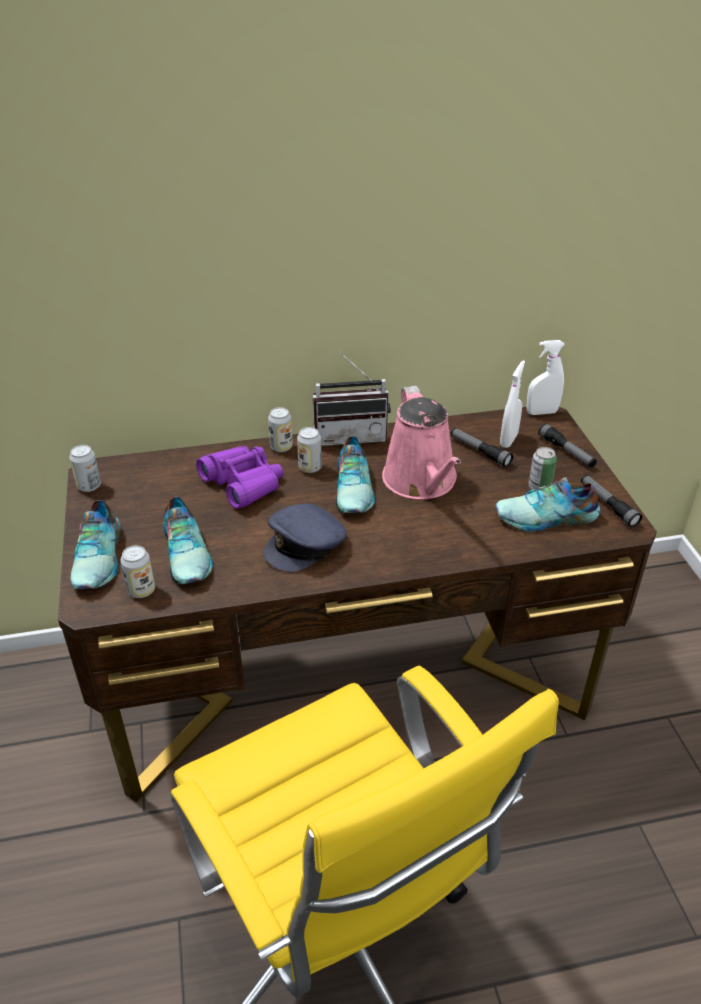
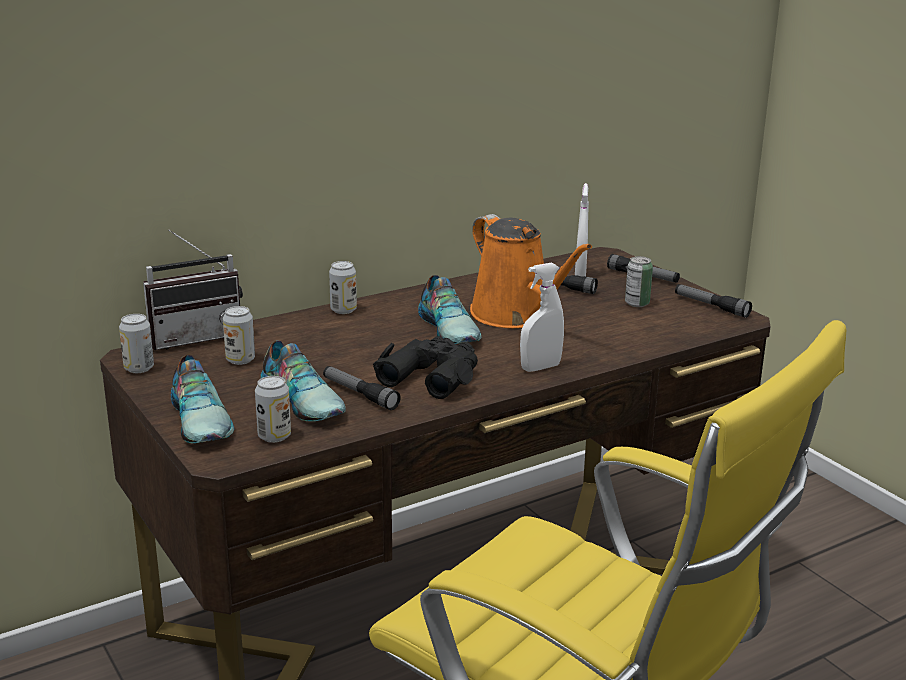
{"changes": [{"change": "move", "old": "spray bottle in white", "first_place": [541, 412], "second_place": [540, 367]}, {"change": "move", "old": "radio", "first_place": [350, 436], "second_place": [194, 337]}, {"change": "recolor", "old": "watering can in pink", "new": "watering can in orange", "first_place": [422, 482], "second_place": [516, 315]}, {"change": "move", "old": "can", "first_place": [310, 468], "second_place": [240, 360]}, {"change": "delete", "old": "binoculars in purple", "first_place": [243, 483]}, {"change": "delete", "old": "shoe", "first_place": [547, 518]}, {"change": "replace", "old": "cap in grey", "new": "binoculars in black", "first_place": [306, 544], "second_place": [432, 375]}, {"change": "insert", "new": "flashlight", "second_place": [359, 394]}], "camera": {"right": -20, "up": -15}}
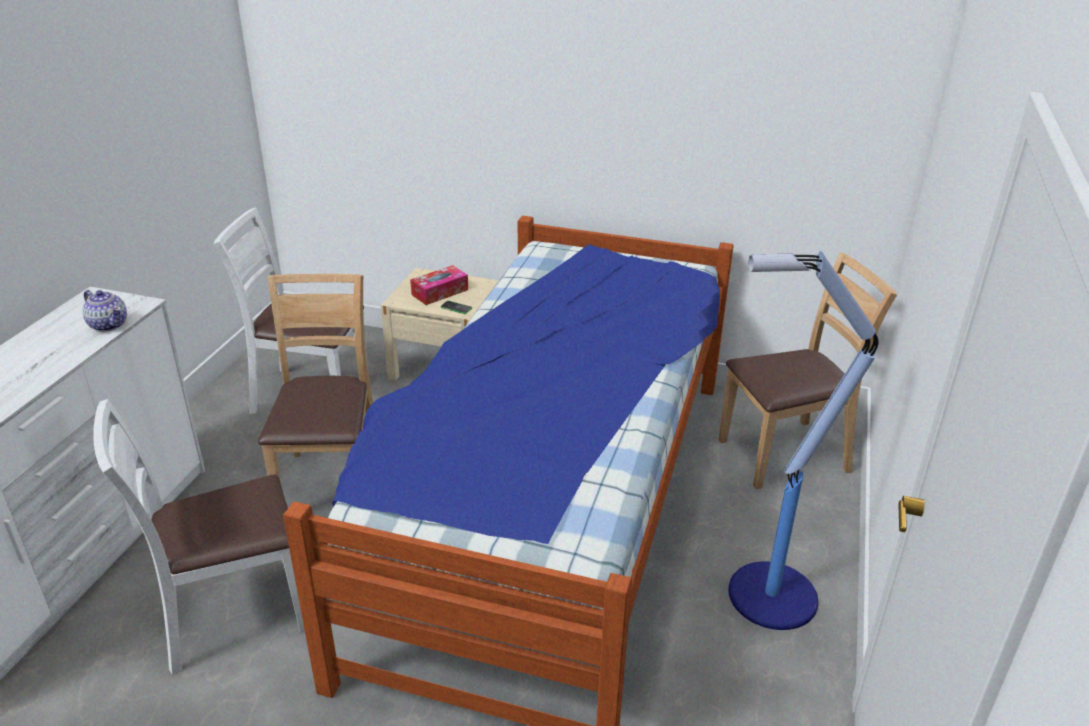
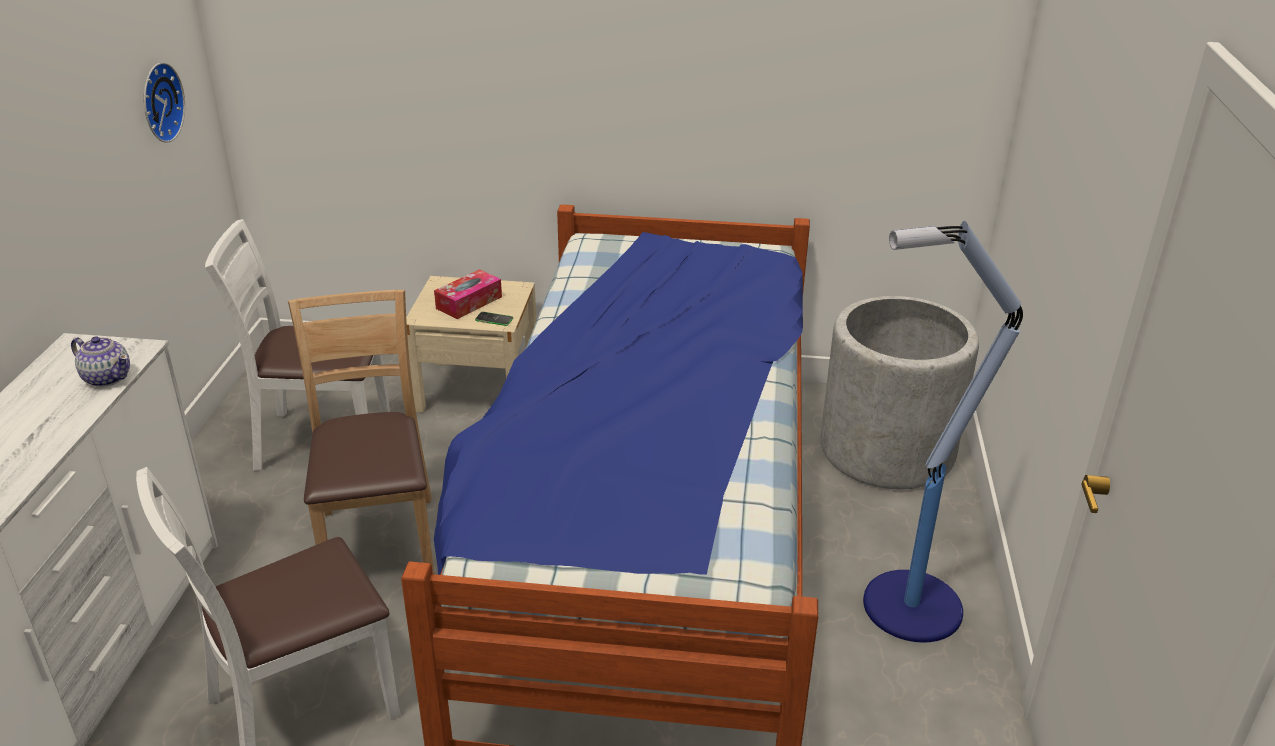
{"changes": [{"change": "replace", "old": "chair in brown", "new": "planter in grey", "first_place": [784, 454], "second_place": [887, 450]}, {"change": "insert", "new": "wall clock", "second_place": [158, 102]}], "camera": {"right": -10, "up": 0}}
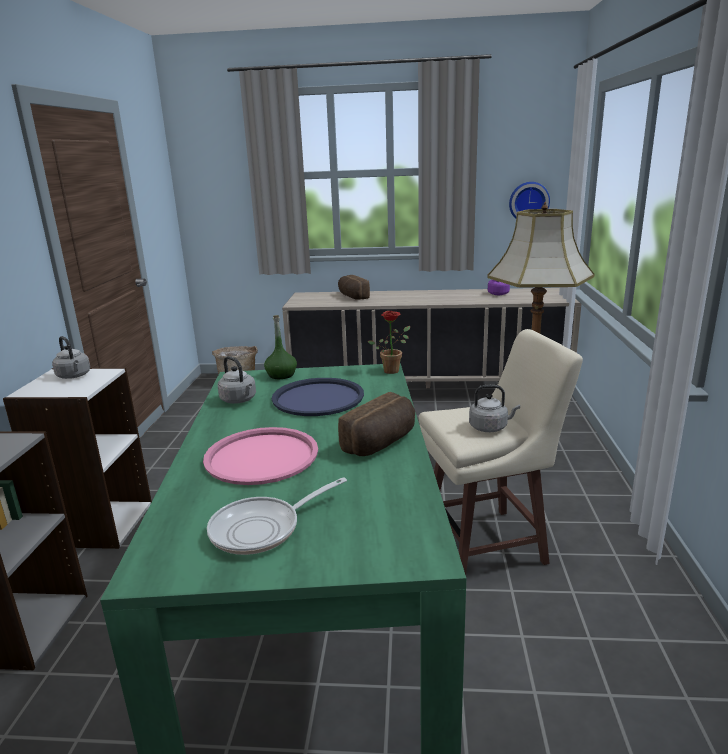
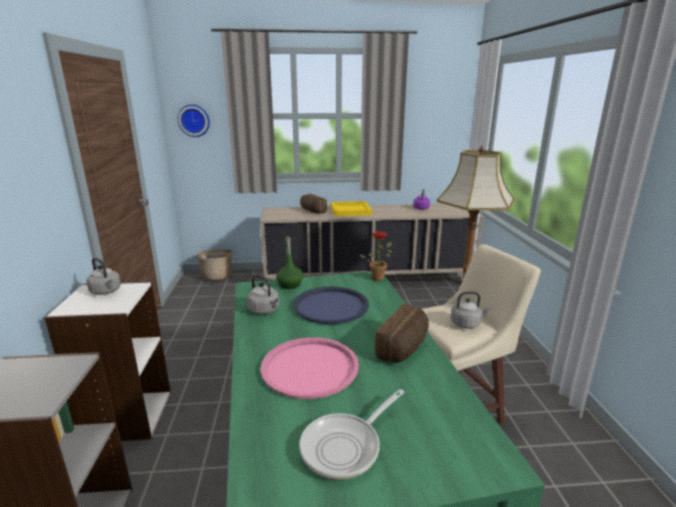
{"changes": [{"change": "move", "old": "wall clock", "first_place": [528, 202], "second_place": [194, 120]}, {"change": "insert", "new": "tray in yellow", "second_place": [351, 210]}], "camera": {"right": -10, "up": 0}}
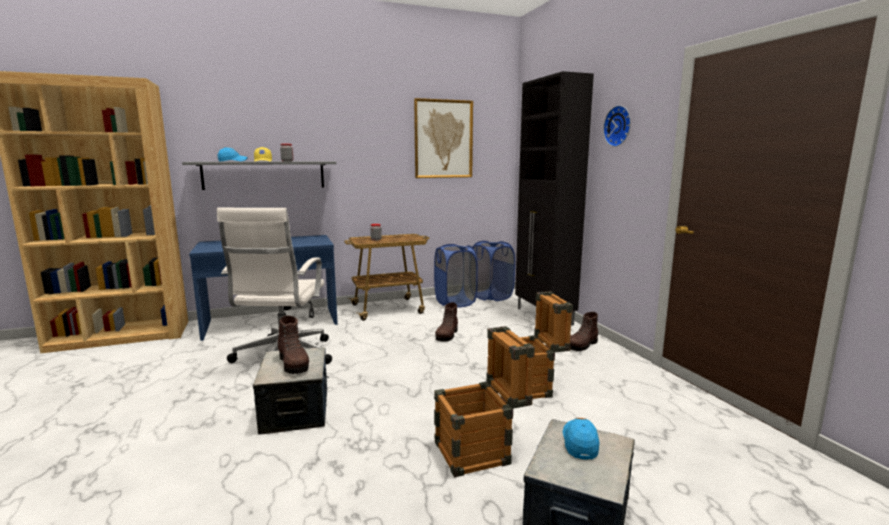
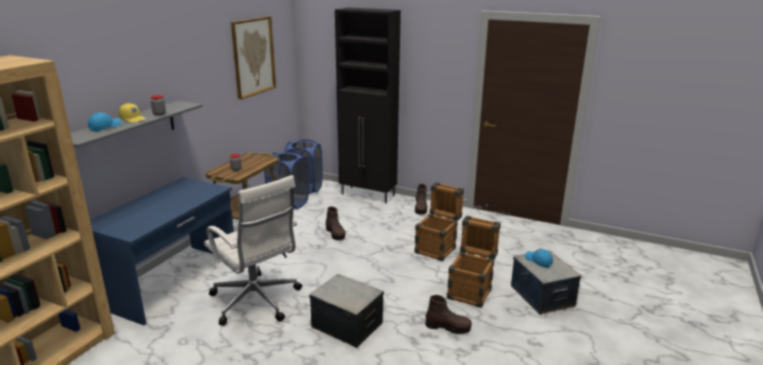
{"changes": [{"change": "delete", "old": "wall clock", "first_place": [619, 126]}, {"change": "move", "old": "boot in brown", "first_place": [293, 364], "second_place": [448, 327]}], "camera": {"right": -45, "up": 10}}
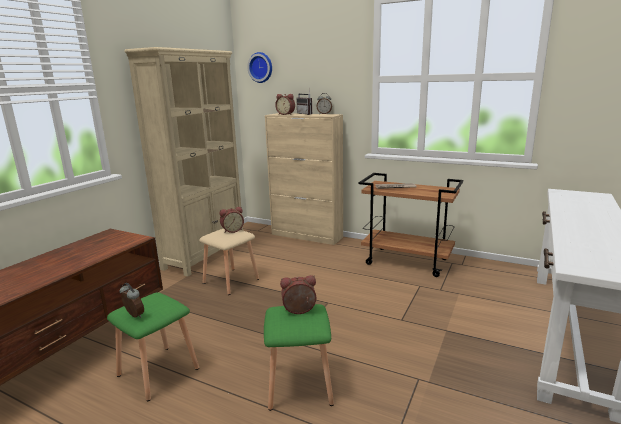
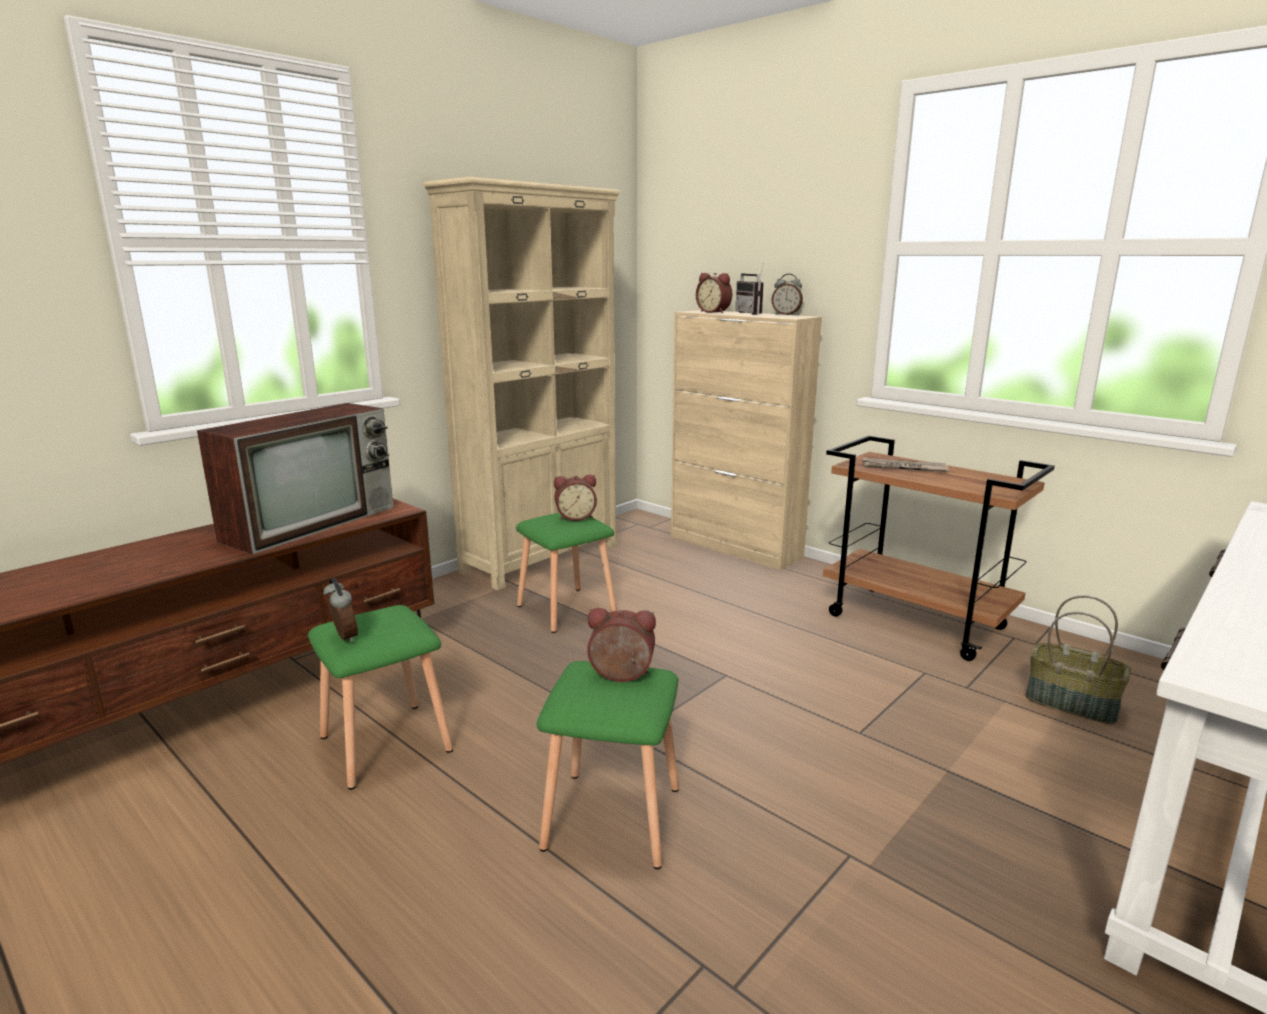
{"changes": [{"change": "delete", "old": "wall clock", "first_place": [261, 67]}, {"change": "recolor", "old": "stool in beige", "new": "stool in green", "first_place": [231, 280], "second_place": [567, 608]}, {"change": "insert", "new": "television", "second_place": [313, 522]}, {"change": "insert", "new": "basket", "second_place": [1072, 703]}], "camera": {"right": 15, "up": 0}}
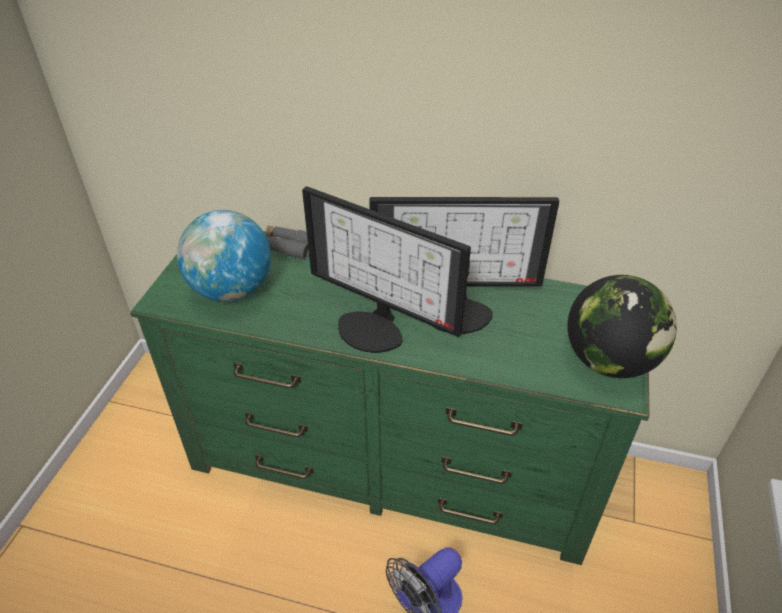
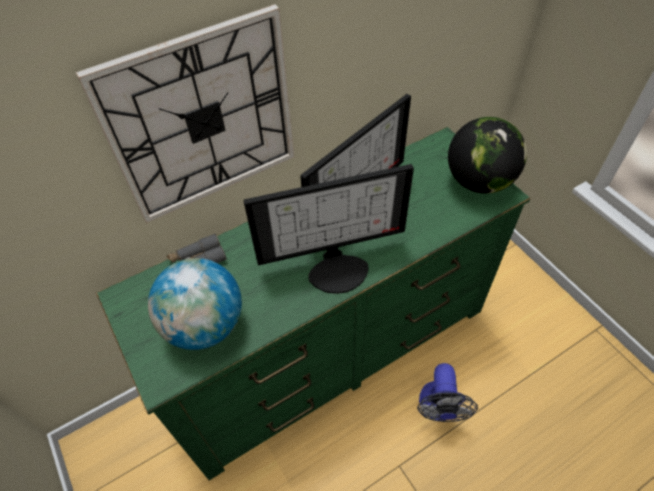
{"changes": [{"change": "insert", "new": "wall clock", "second_place": [203, 120]}], "camera": {"right": -45, "up": 10}}
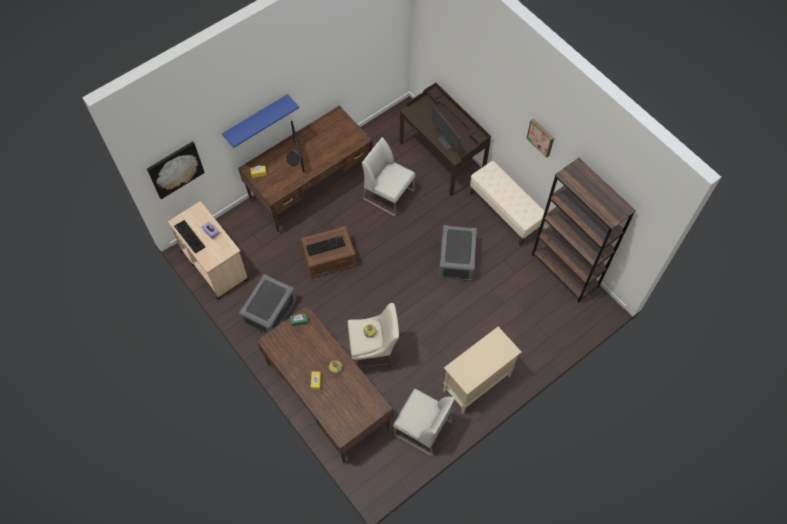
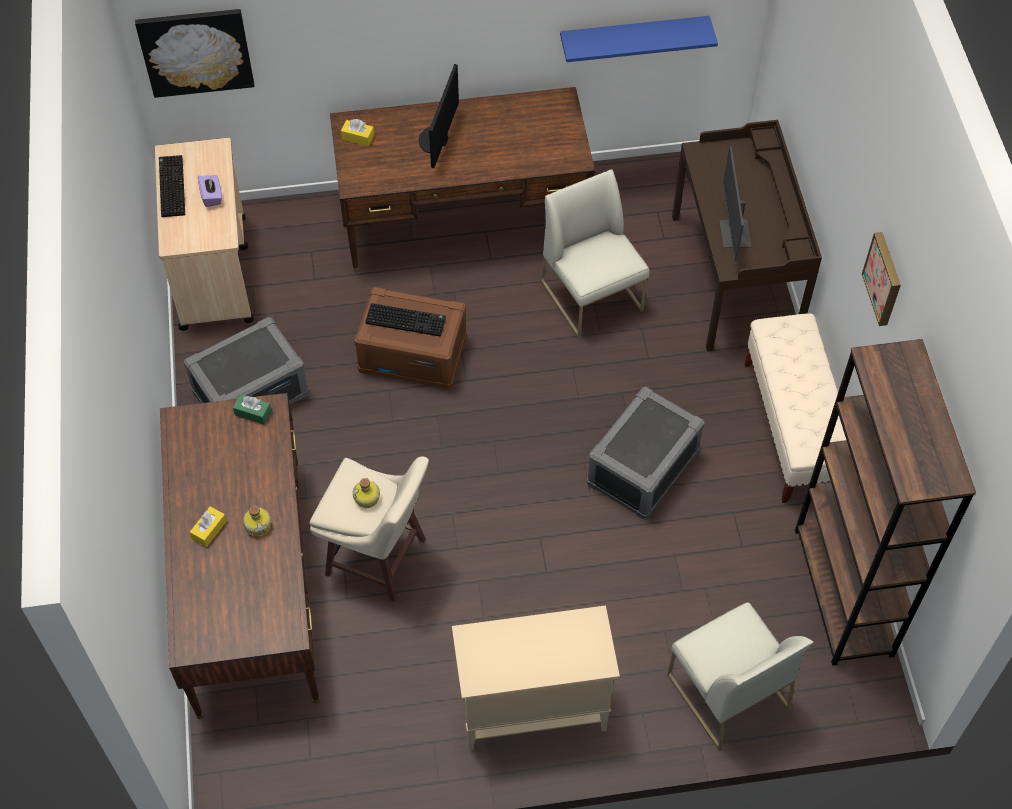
{"changes": [{"change": "move", "old": "shelf in blue", "first_place": [256, 119], "second_place": [633, 37]}, {"change": "move", "old": "chair in white", "first_place": [422, 428], "second_place": [727, 691]}], "camera": {"right": 30, "up": -5}}
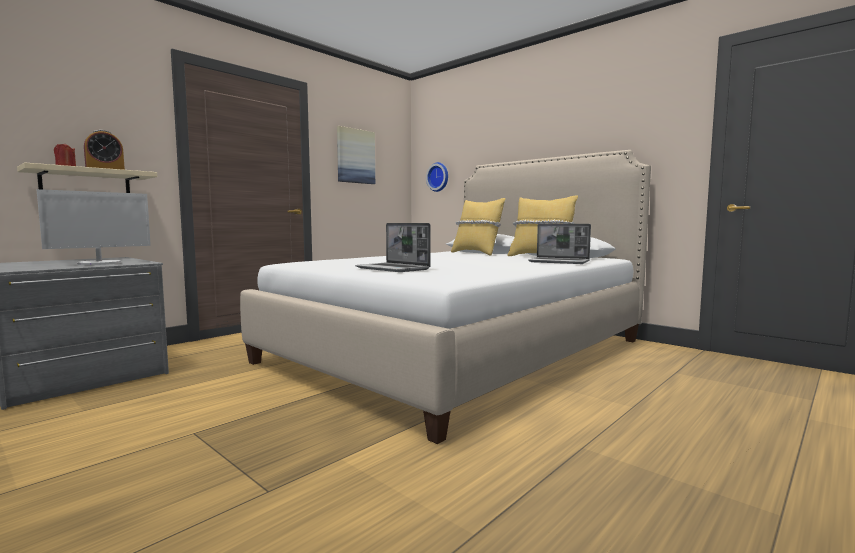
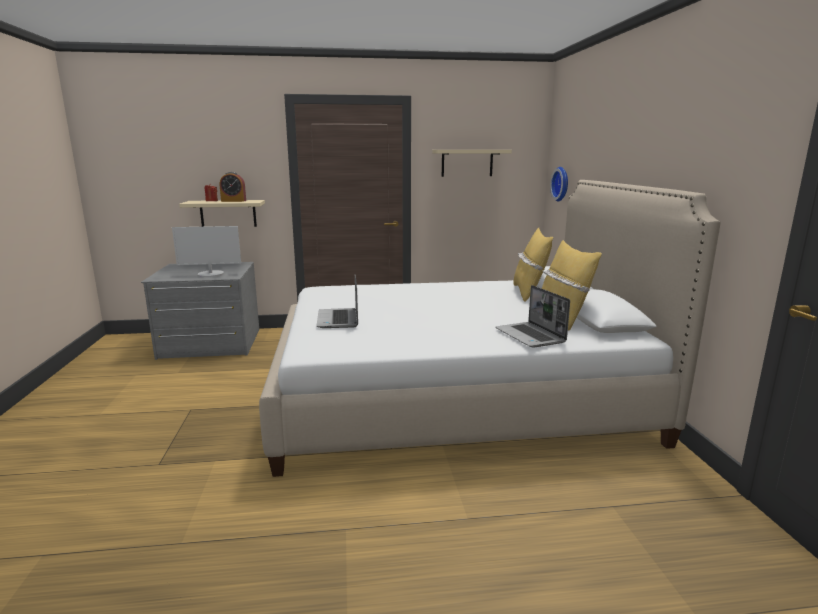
{"changes": [{"change": "replace", "old": "picture", "new": "shelf in beige", "first_place": [355, 156], "second_place": [467, 163]}], "camera": {"right": 40, "up": 10}}
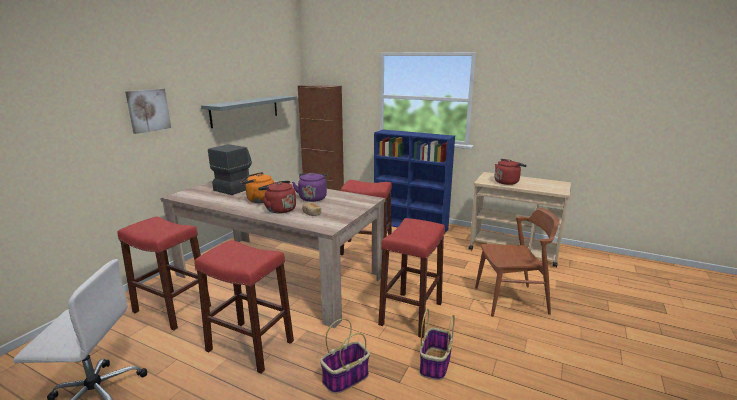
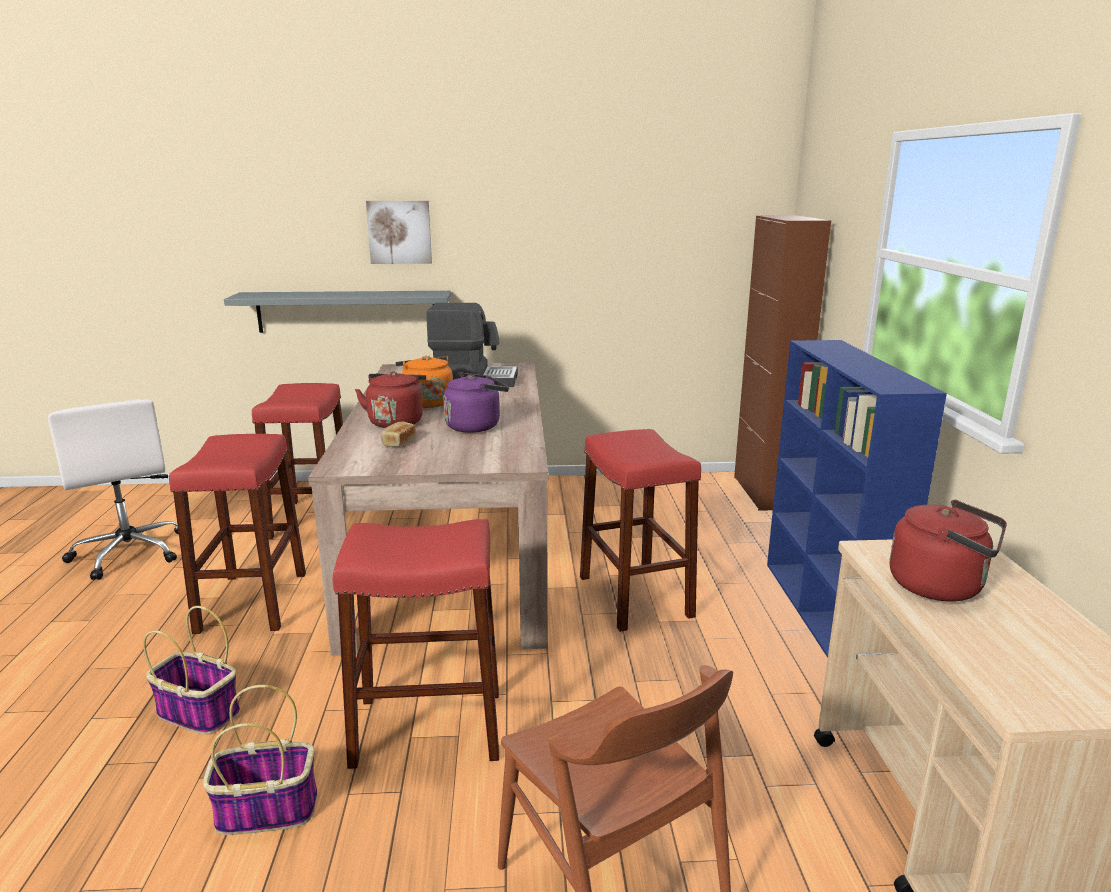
{"changes": [{"change": "move", "old": "shelf in grey", "first_place": [245, 110], "second_place": [347, 311]}], "camera": {"right": 60, "up": 0}}
